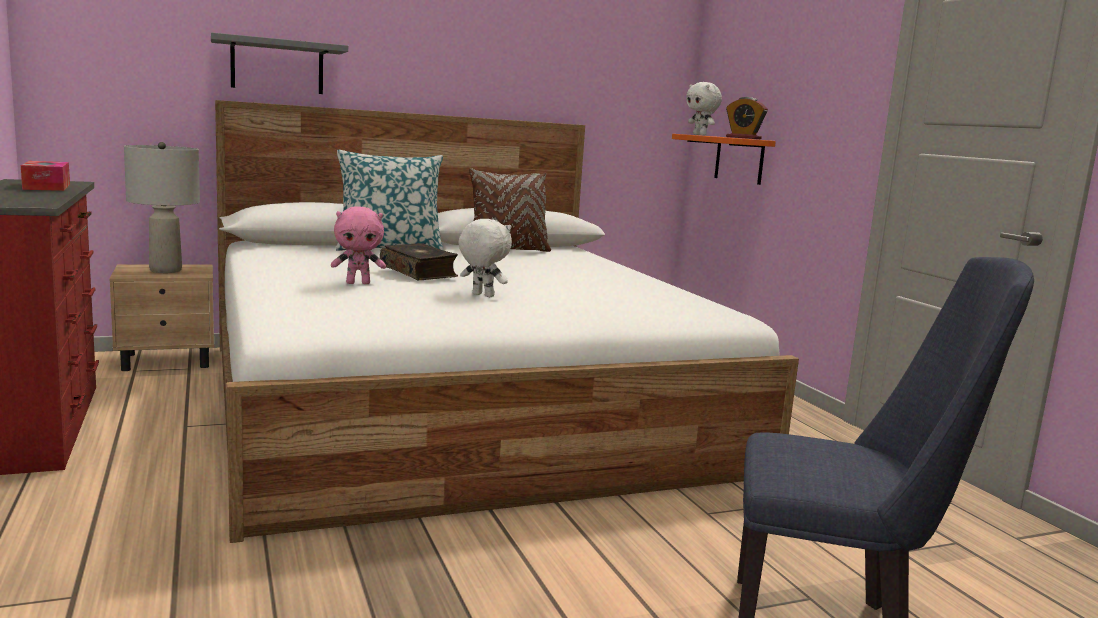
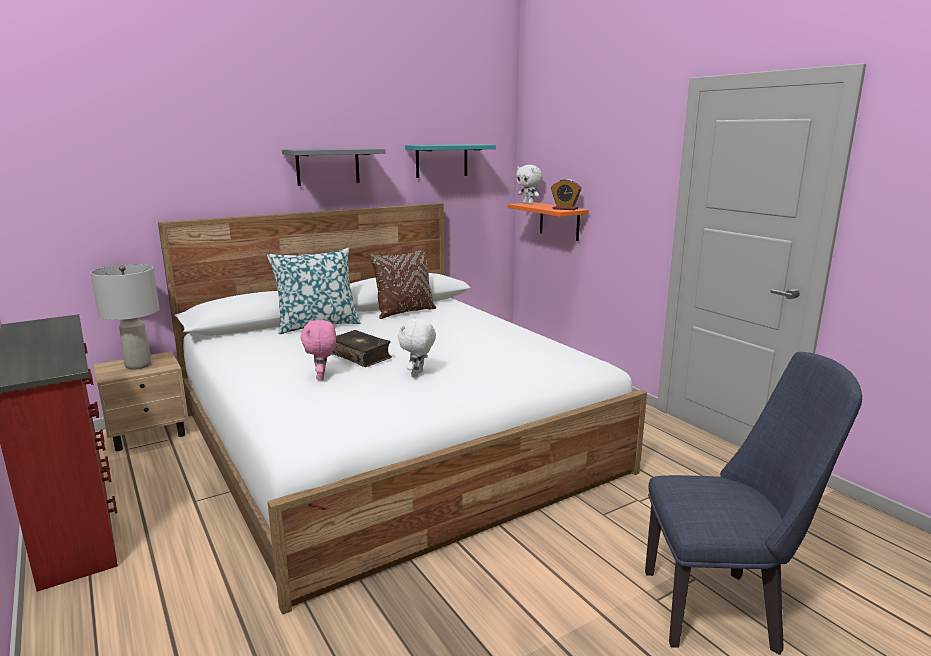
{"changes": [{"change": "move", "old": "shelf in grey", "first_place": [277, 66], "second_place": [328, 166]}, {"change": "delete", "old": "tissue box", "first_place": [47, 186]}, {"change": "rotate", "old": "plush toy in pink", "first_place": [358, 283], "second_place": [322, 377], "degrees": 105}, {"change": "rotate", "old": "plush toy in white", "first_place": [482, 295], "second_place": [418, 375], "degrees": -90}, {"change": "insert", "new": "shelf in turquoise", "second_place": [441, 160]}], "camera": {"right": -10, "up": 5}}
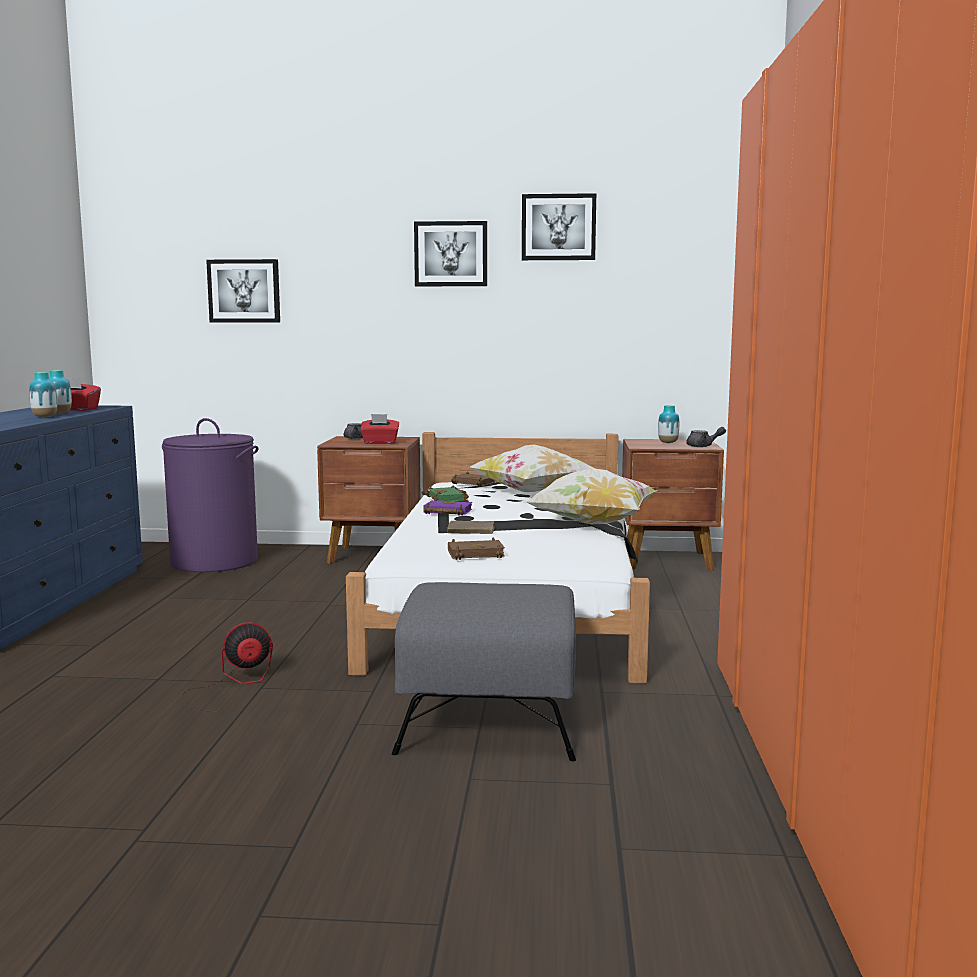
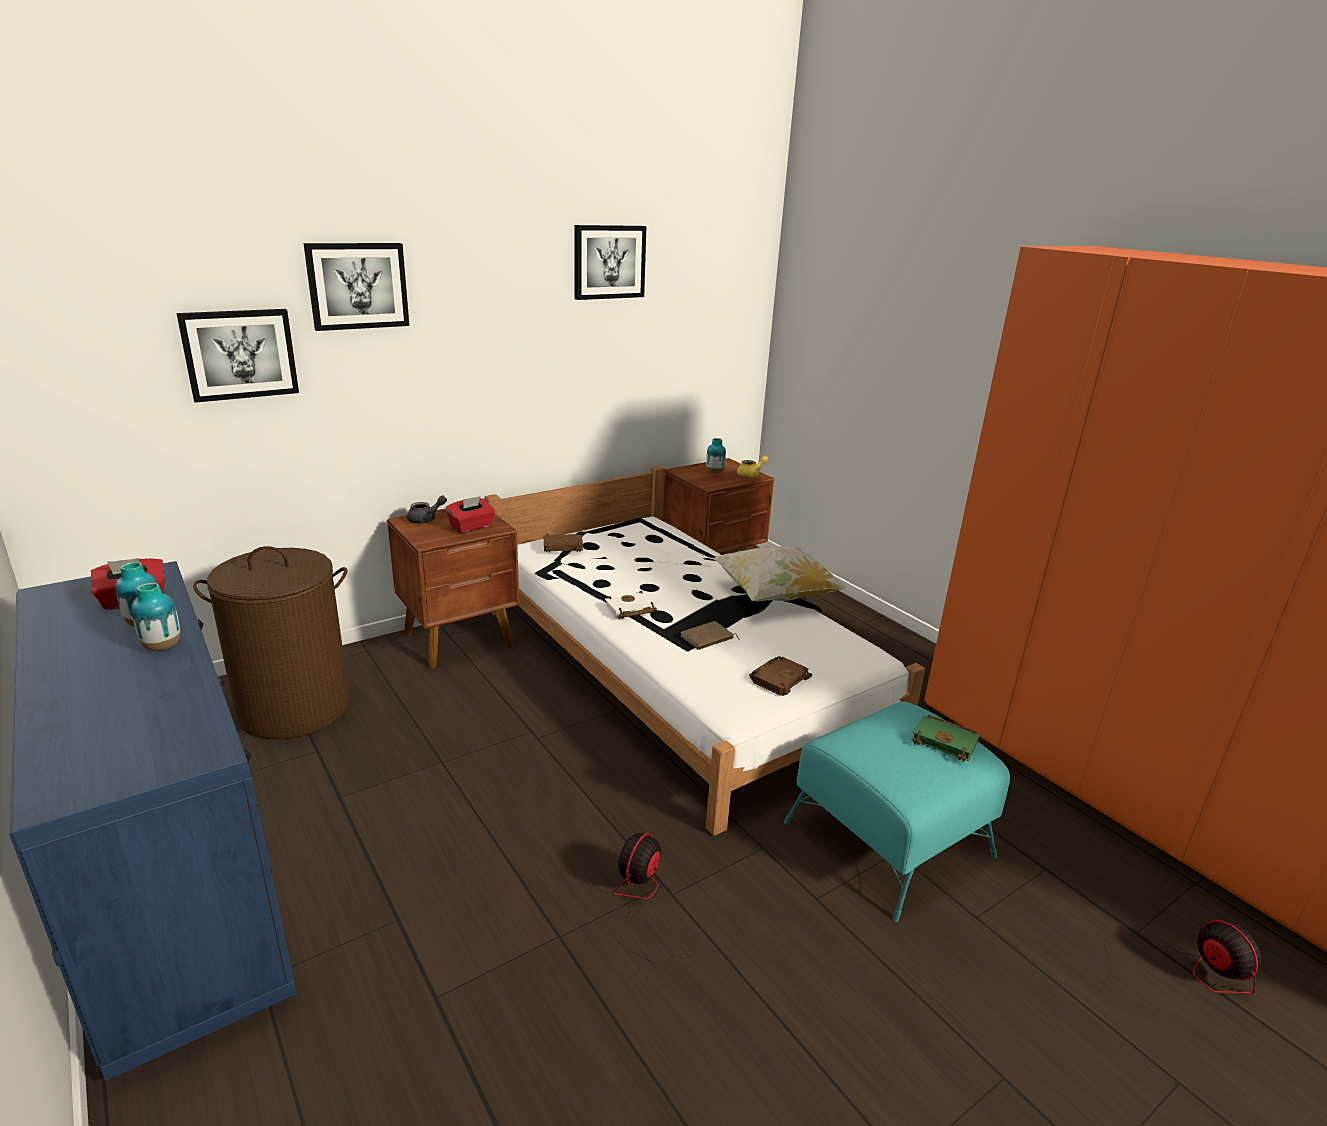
{"changes": [{"change": "move", "old": "picture", "first_place": [451, 254], "second_place": [357, 286]}, {"change": "recolor", "old": "laundry basket in purple", "new": "laundry basket in brown", "first_place": [215, 561], "second_place": [295, 708]}, {"change": "recolor", "old": "teapot in grey", "new": "teapot in yellow", "first_place": [703, 446], "second_place": [751, 475]}, {"change": "delete", "old": "pillow", "first_place": [532, 492]}, {"change": "move", "old": "book in green", "first_place": [448, 499], "second_place": [946, 741]}, {"change": "recolor", "old": "book in purple", "new": "book in white", "first_place": [446, 512], "second_place": [630, 610]}, {"change": "recolor", "old": "ottoman in grey", "new": "ottoman in turquoise", "first_place": [491, 720], "second_place": [890, 838]}, {"change": "insert", "new": "fan", "second_place": [1182, 967]}], "camera": {"right": -40, "up": 15}}
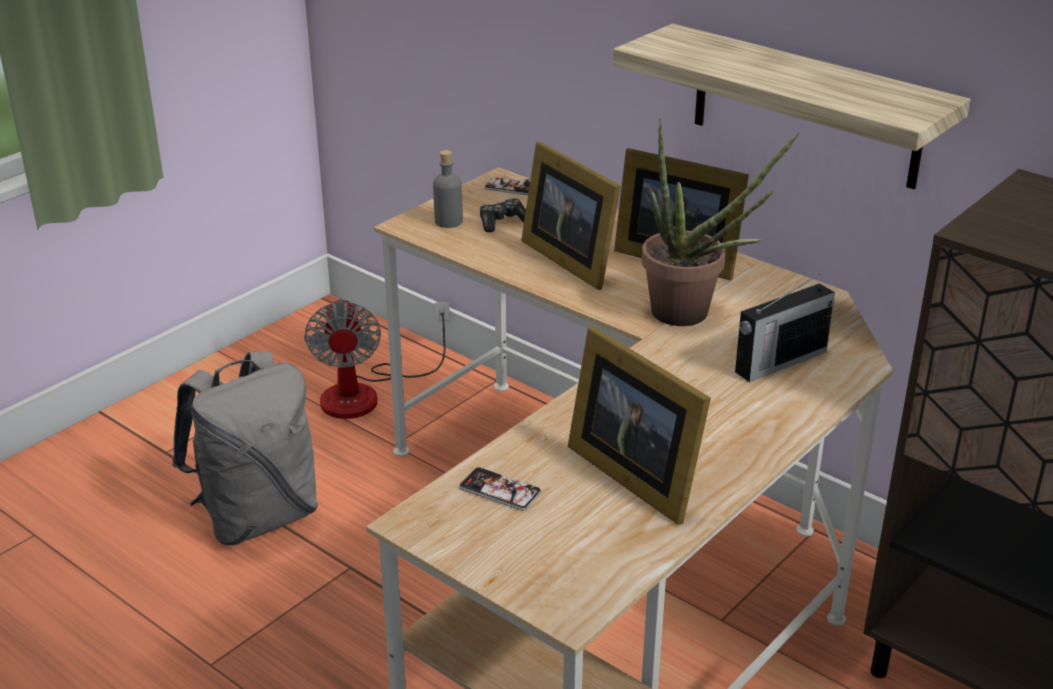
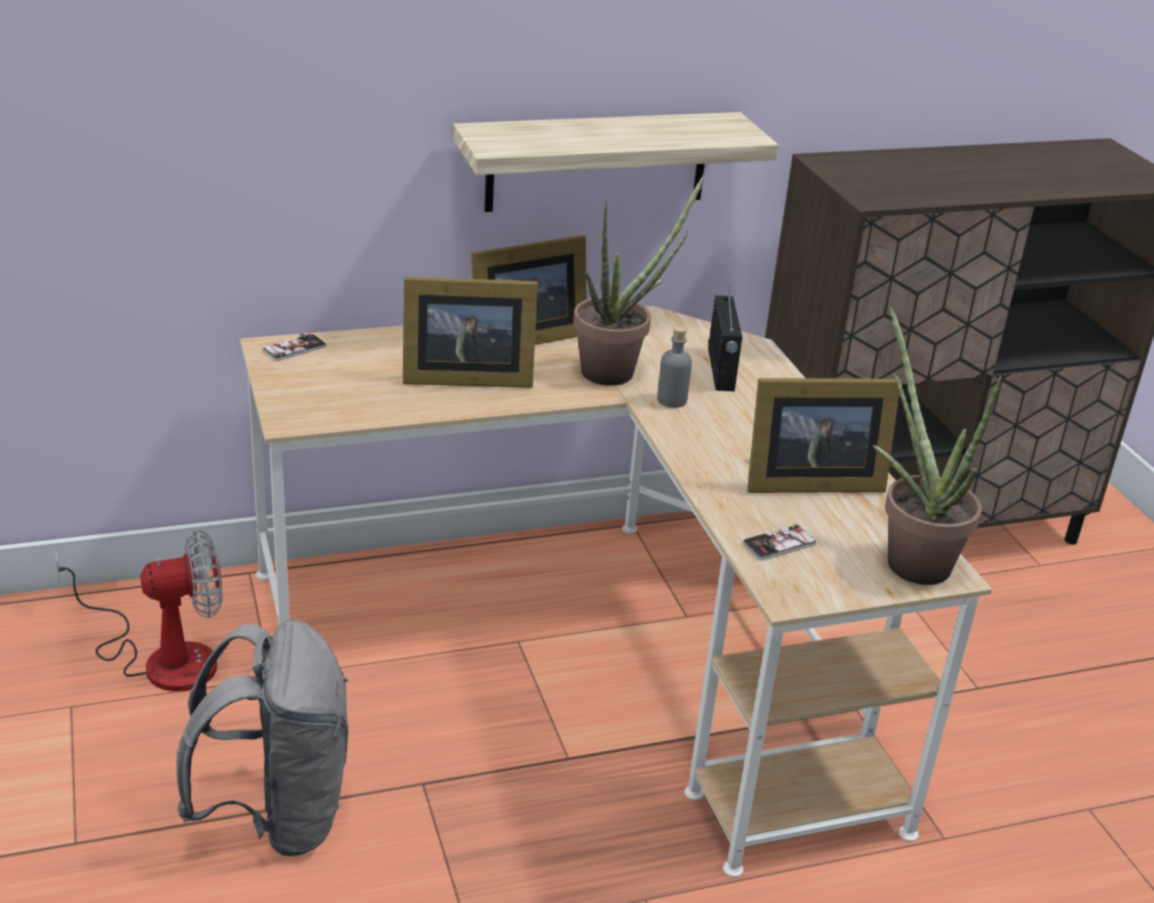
{"changes": [{"change": "move", "old": "bottle in grey", "first_place": [448, 221], "second_place": [671, 400]}, {"change": "delete", "old": "game controller", "first_place": [502, 222]}, {"change": "rotate", "old": "fan", "first_place": [366, 393], "second_place": [162, 657], "degrees": -45}, {"change": "insert", "new": "potted plant", "second_place": [909, 557]}], "camera": {"right": -60, "up": 0}}
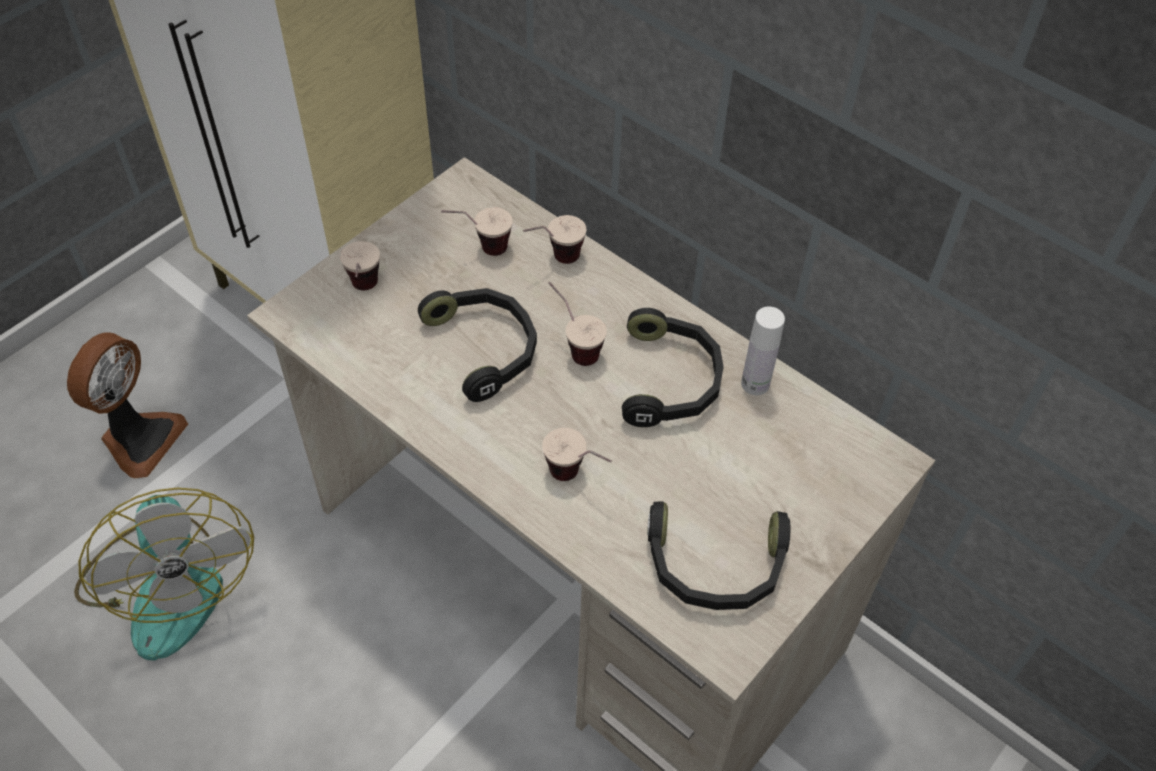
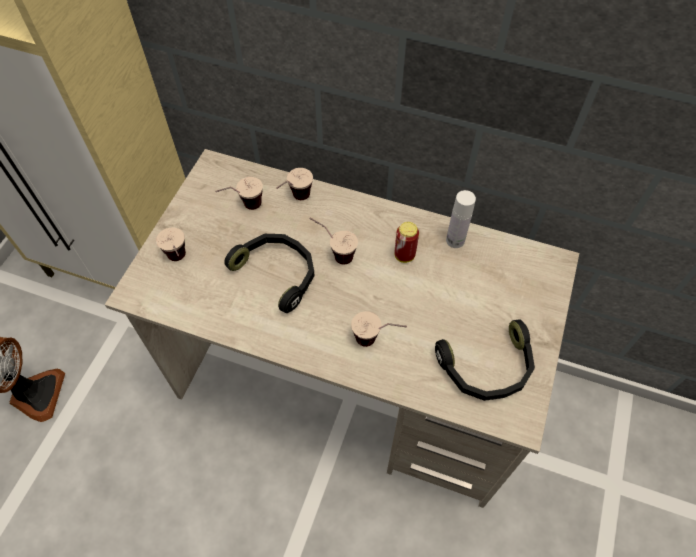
{"changes": [{"change": "replace", "old": "headphones in black", "new": "can", "first_place": [671, 381], "second_place": [404, 255]}, {"change": "delete", "old": "fan", "first_place": [170, 583]}], "camera": {"right": -20, "up": 5}}
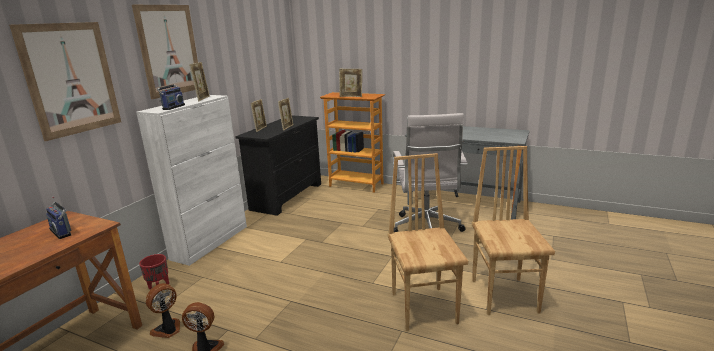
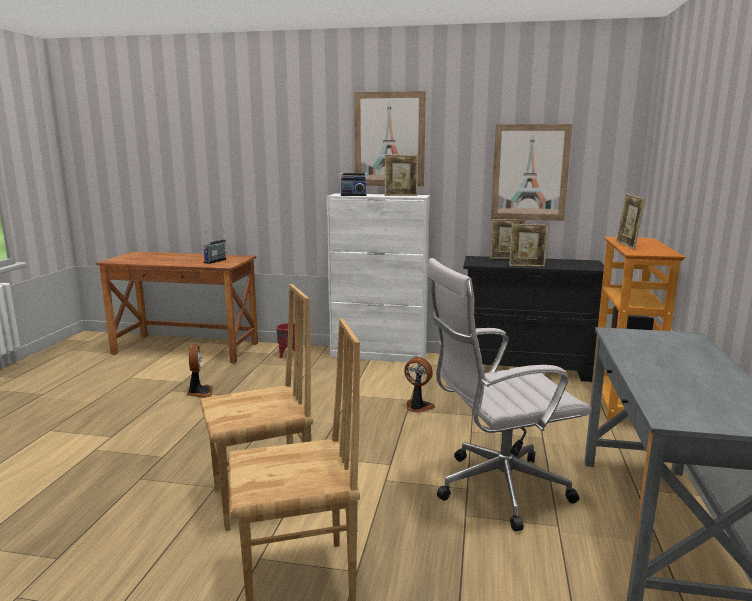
{"changes": [{"change": "move", "old": "picture", "first_place": [71, 79], "second_place": [530, 172]}, {"change": "move", "old": "fan", "first_place": [168, 330], "second_place": [418, 407]}], "camera": {"right": 75, "up": -5}}
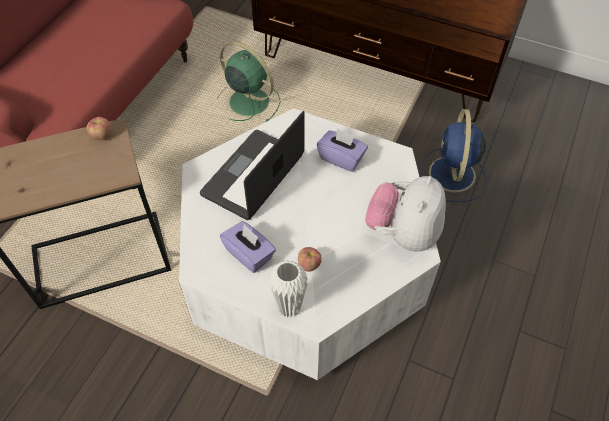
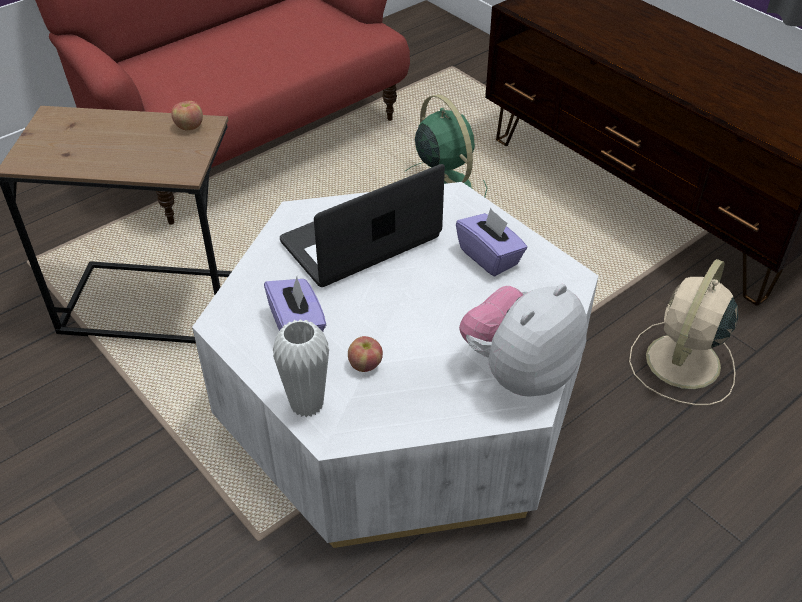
{"changes": [{"change": "recolor", "old": "fan in blue", "new": "fan in beige", "first_place": [452, 176], "second_place": [681, 363]}], "camera": {"right": 25, "up": -10}}
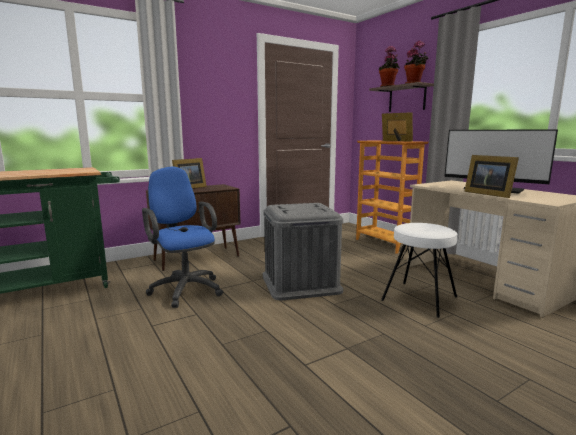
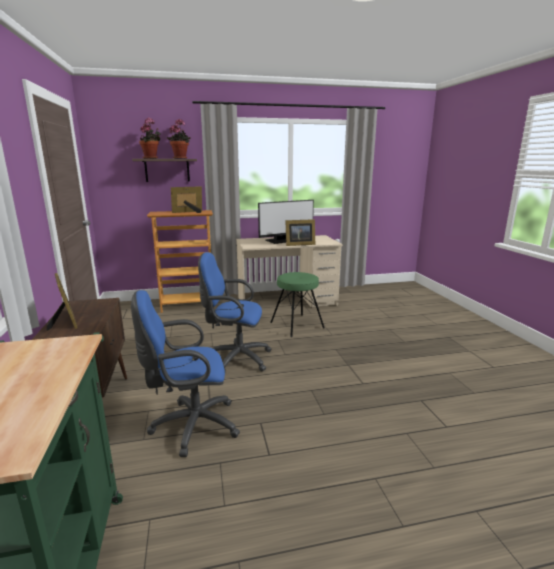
{"changes": [{"change": "replace", "old": "storage box in grey", "new": "office chair in blue", "first_place": [300, 283], "second_place": [235, 358]}, {"change": "recolor", "old": "stool in white", "new": "stool in green", "first_place": [419, 298], "second_place": [296, 325]}], "camera": {"right": -70, "up": 5}}
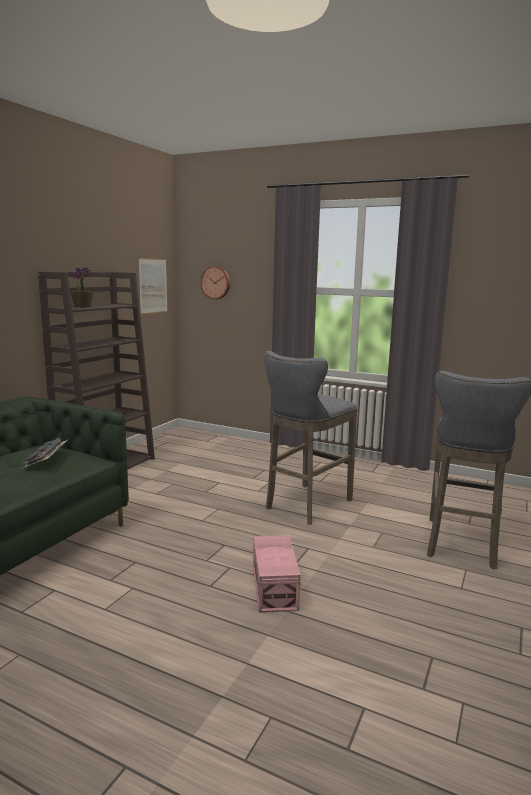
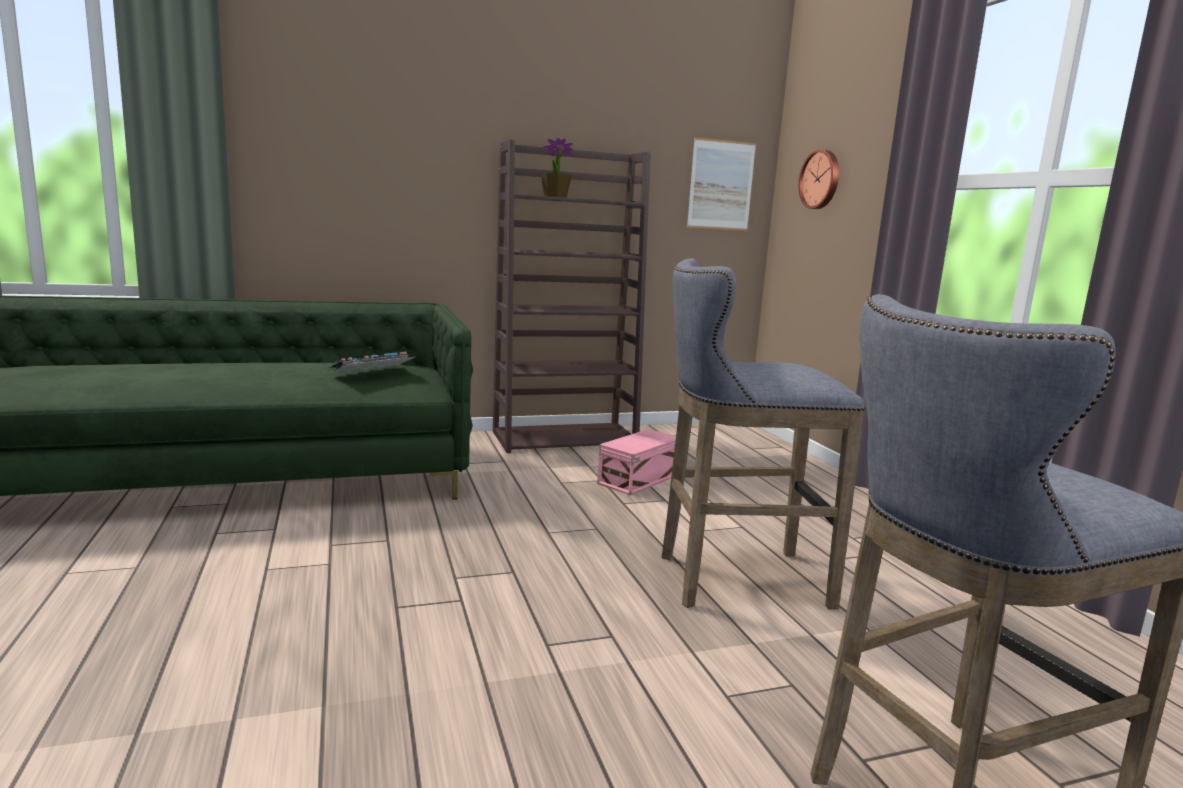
{"changes": [{"change": "move", "old": "storage box in pink", "first_place": [275, 587], "second_place": [640, 479]}], "camera": {"right": 45, "up": 0}}
